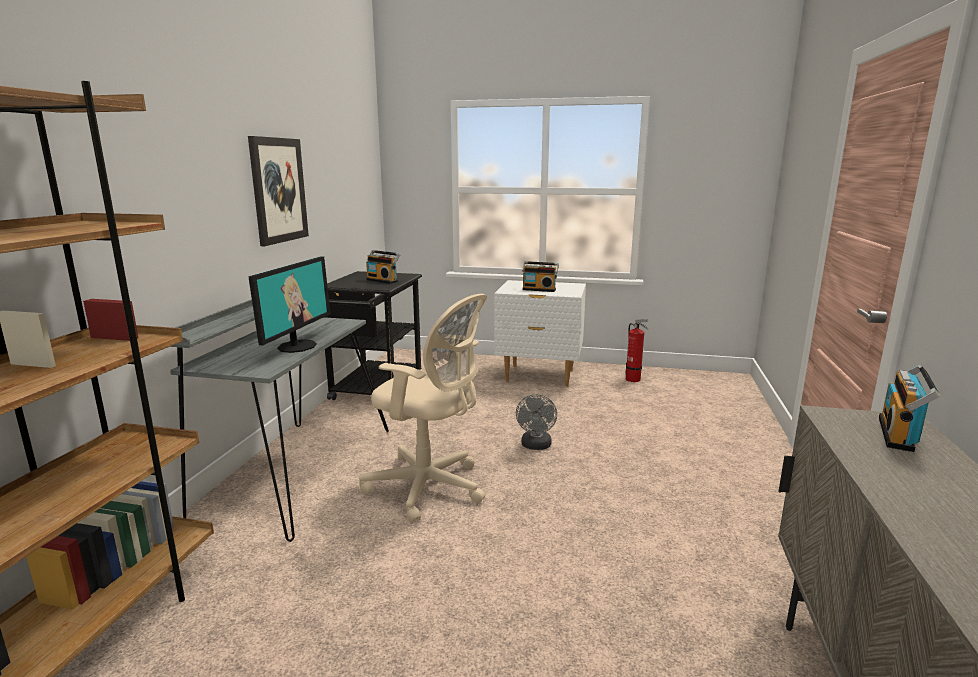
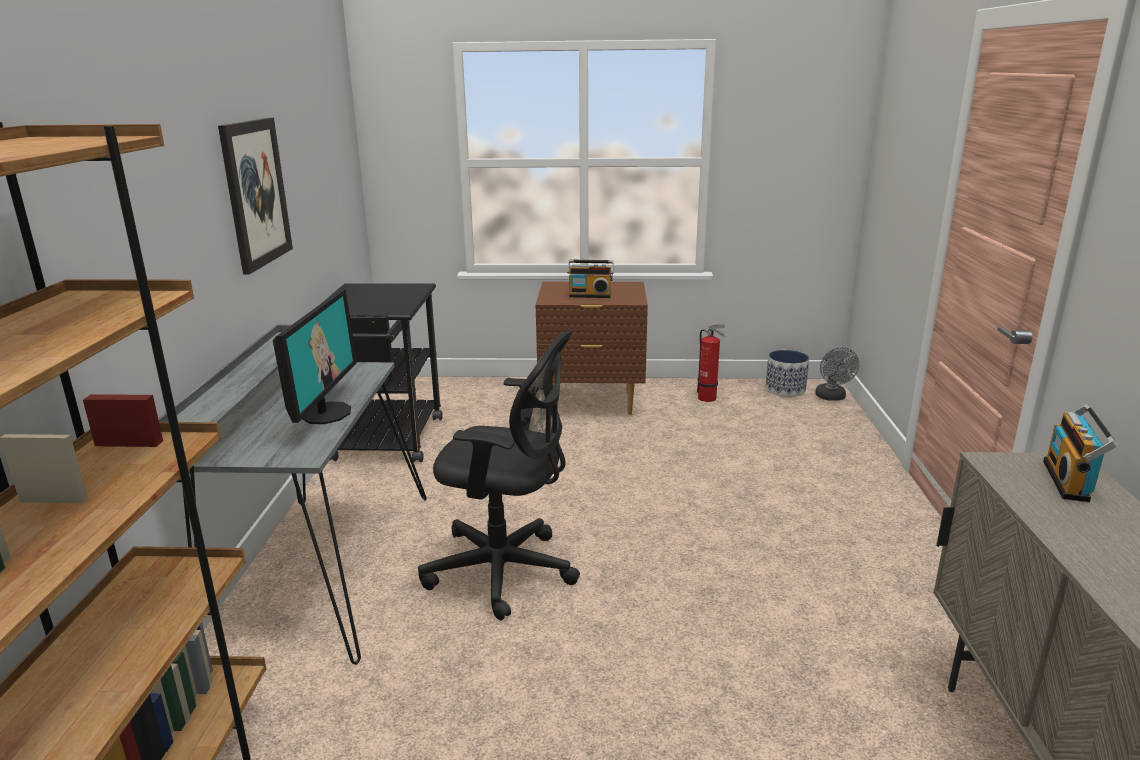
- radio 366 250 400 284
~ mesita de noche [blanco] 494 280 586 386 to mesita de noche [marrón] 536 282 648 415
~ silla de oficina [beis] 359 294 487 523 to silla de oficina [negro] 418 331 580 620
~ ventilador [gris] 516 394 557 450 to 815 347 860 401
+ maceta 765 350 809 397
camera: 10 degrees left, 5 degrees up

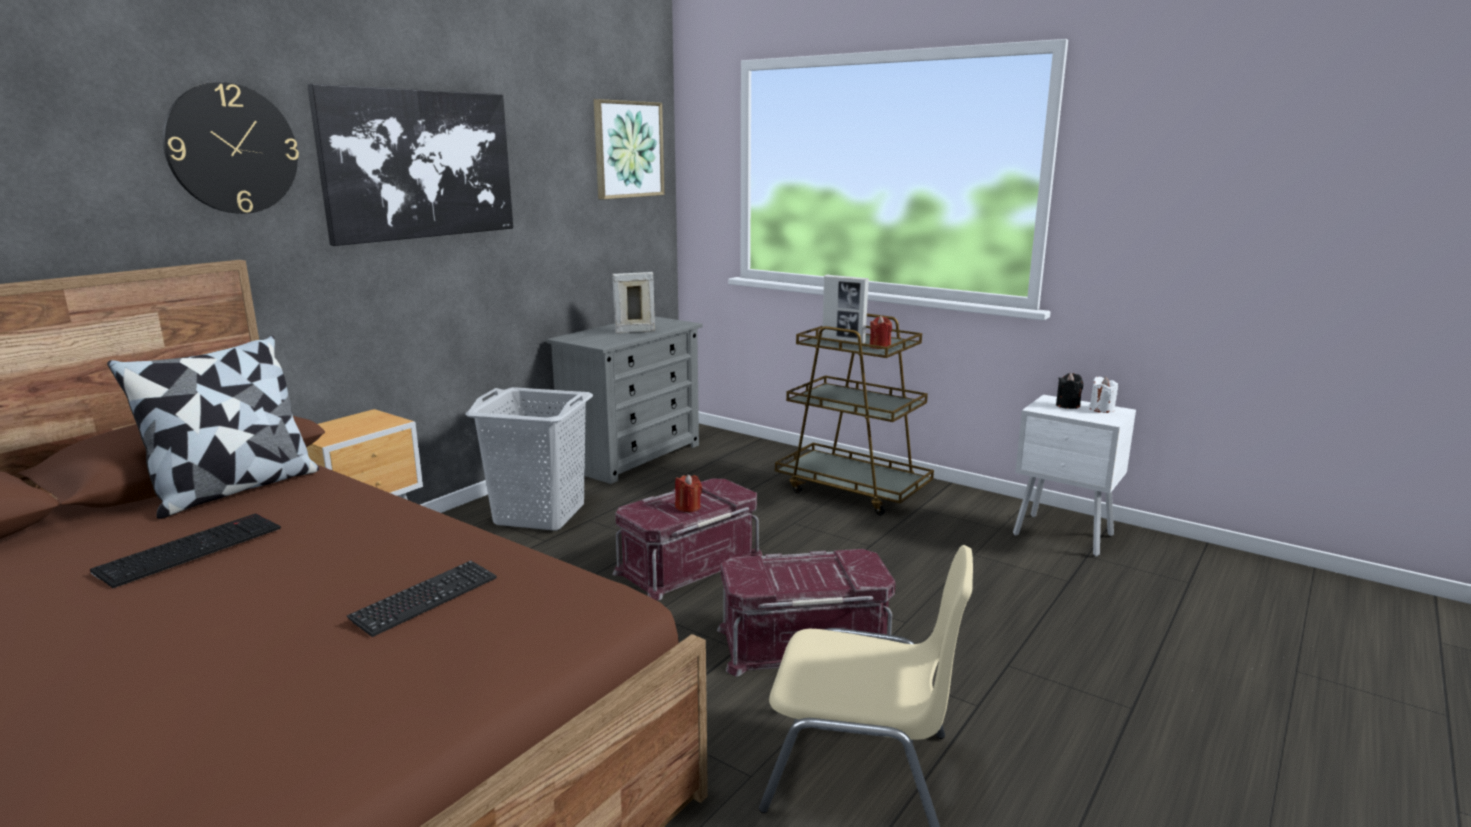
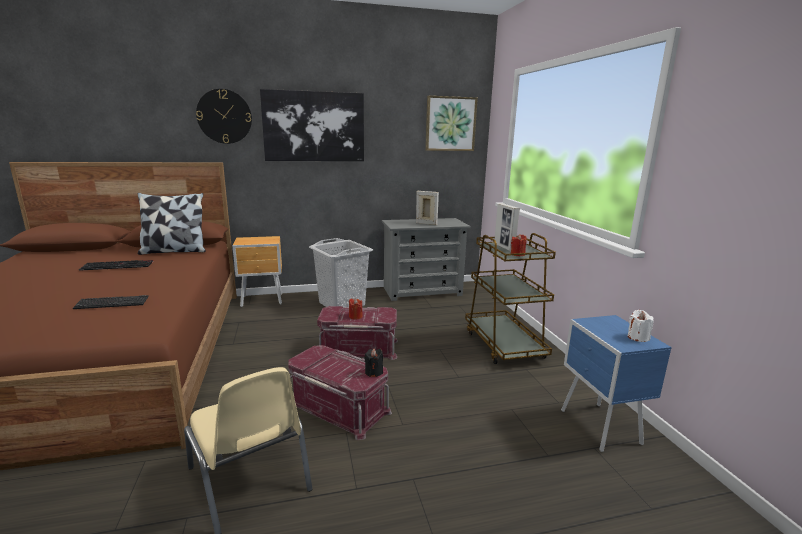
~ vela [negro] 1056 373 1083 409 to 364 348 383 377
~ mesita de noche [blanco] 1013 395 1136 557 to mesita de noche [azul] 561 315 672 452
camera: 40 degrees right, 0 degrees up

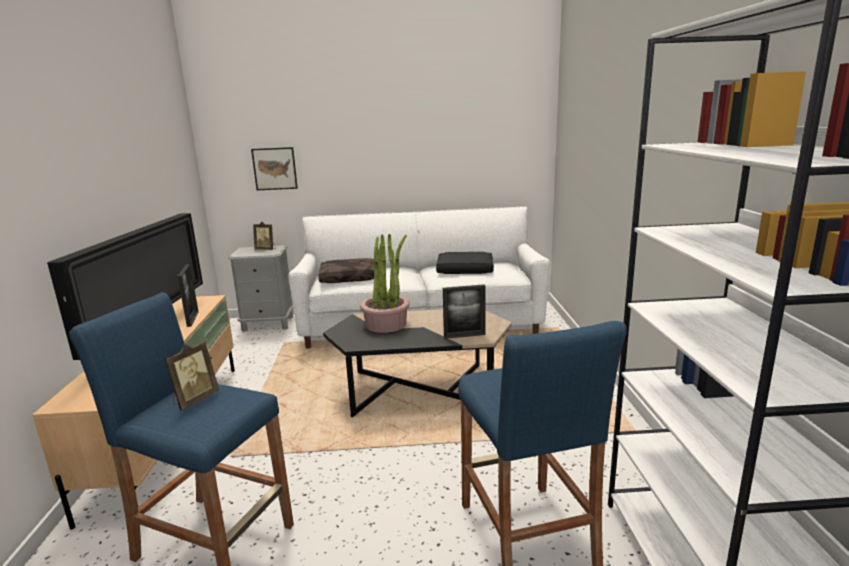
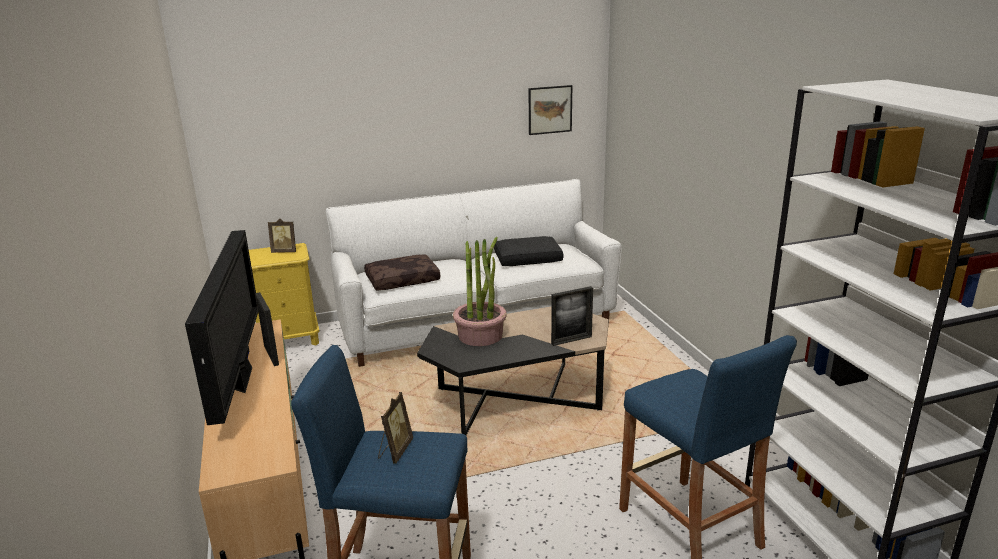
~ cuadro 251 147 298 190 to 528 85 572 135
~ mesita de noche [gris] 228 245 293 332 to mesita de noche [amarillo] 249 243 320 345
camera: 15 degrees left, 5 degrees up

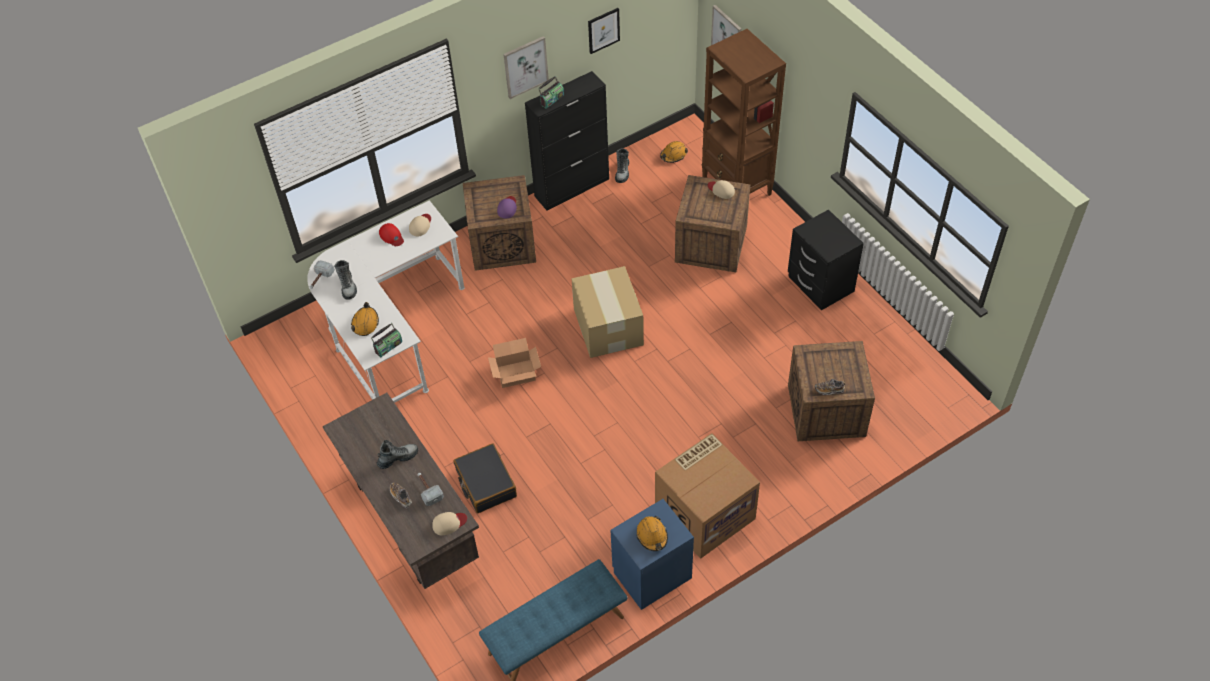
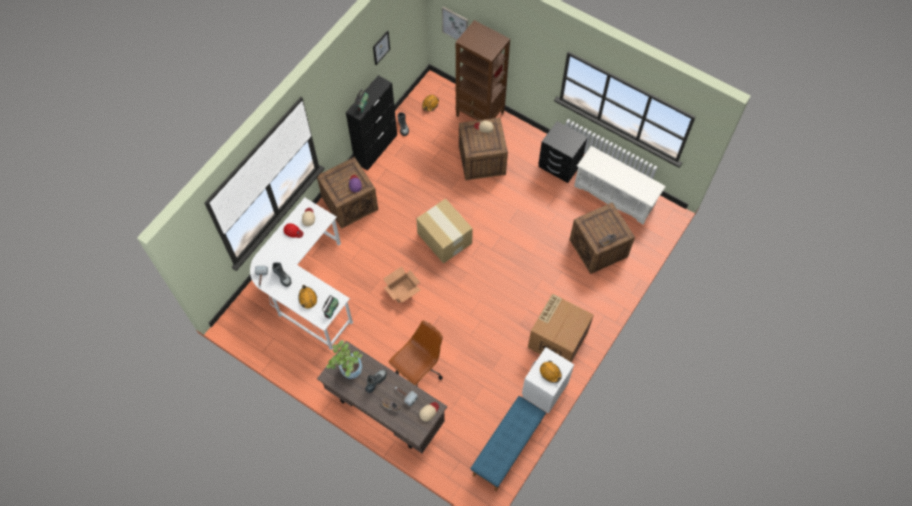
- cuadro 503 36 549 99
~ maleta [negro] 454 443 517 513 to silla de oficina [marrón] 389 320 443 386
~ mesita de noche [azul] 610 499 694 610 to mesita de noche [blanco] 522 347 574 414
+ zapatero [blanco] 574 146 666 225
+ planta en maceta 326 340 362 379
camera: 25 degrees left, 10 degrees up

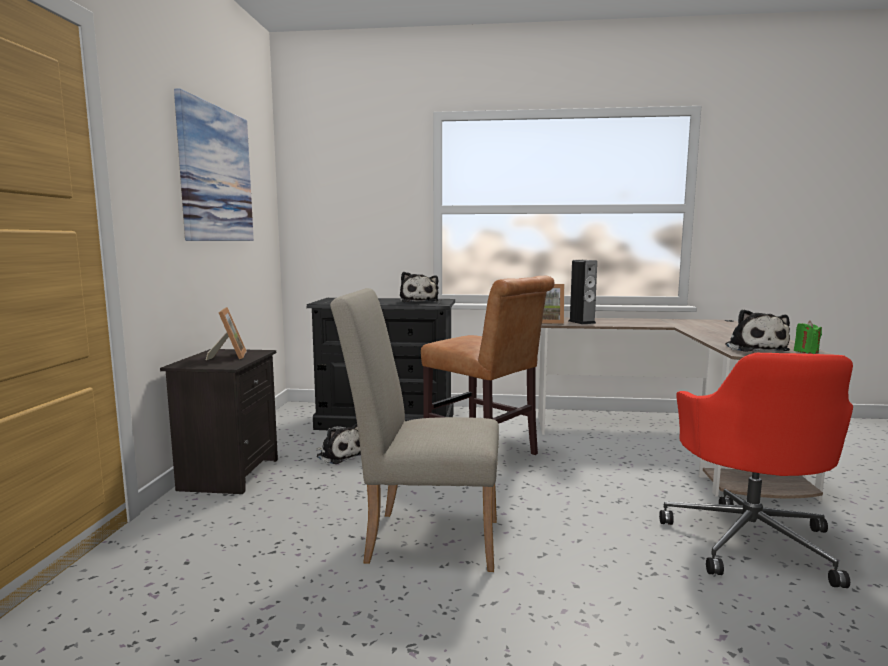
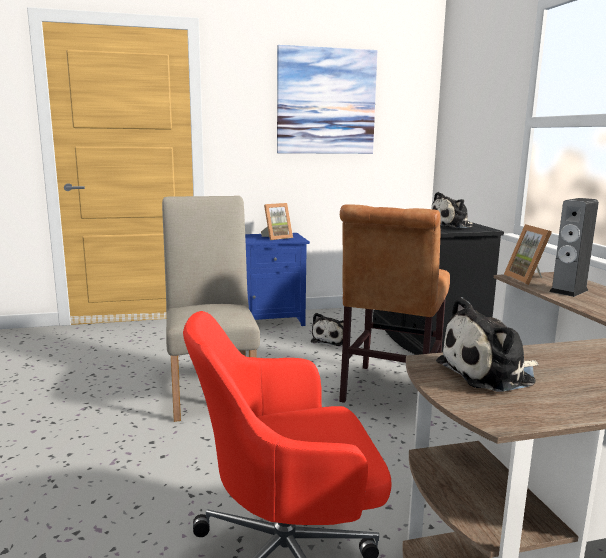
- vela [verde] 794 321 822 354
~ mesita de noche [negro] 160 349 278 494 to mesita de noche [azul] 245 233 310 326
camera: 70 degrees right, 5 degrees up

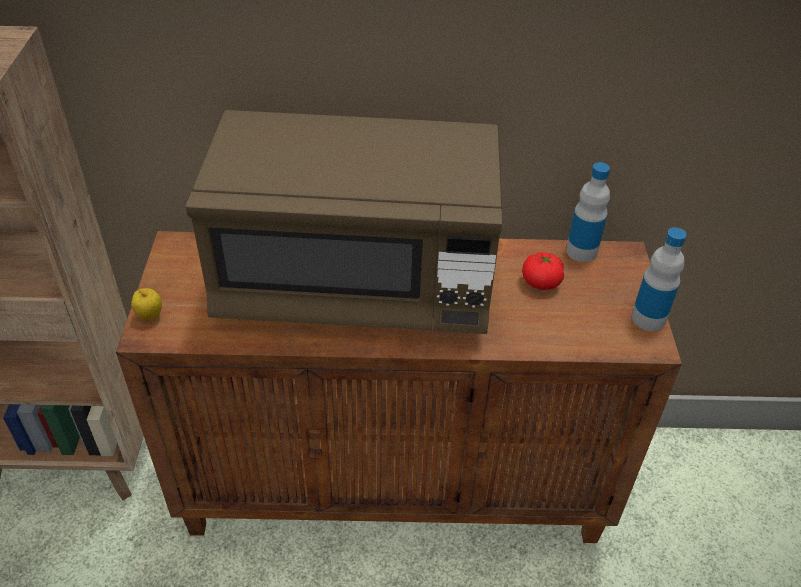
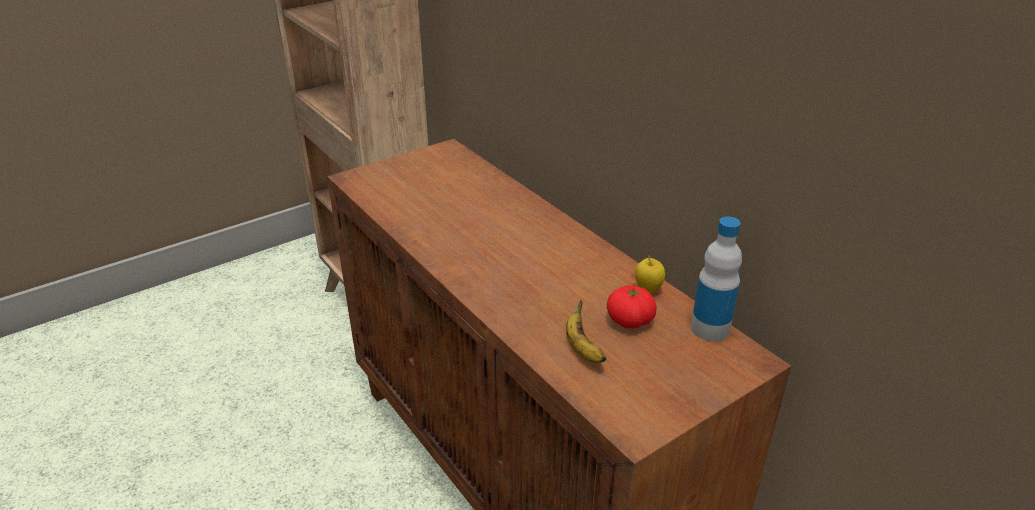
- microondas [marrón] 185 110 502 334
- botella 631 227 687 331
~ manzana 131 288 162 320 to 635 256 665 293
+ plátano 566 300 607 363
camera: 55 degrees right, 10 degrees down

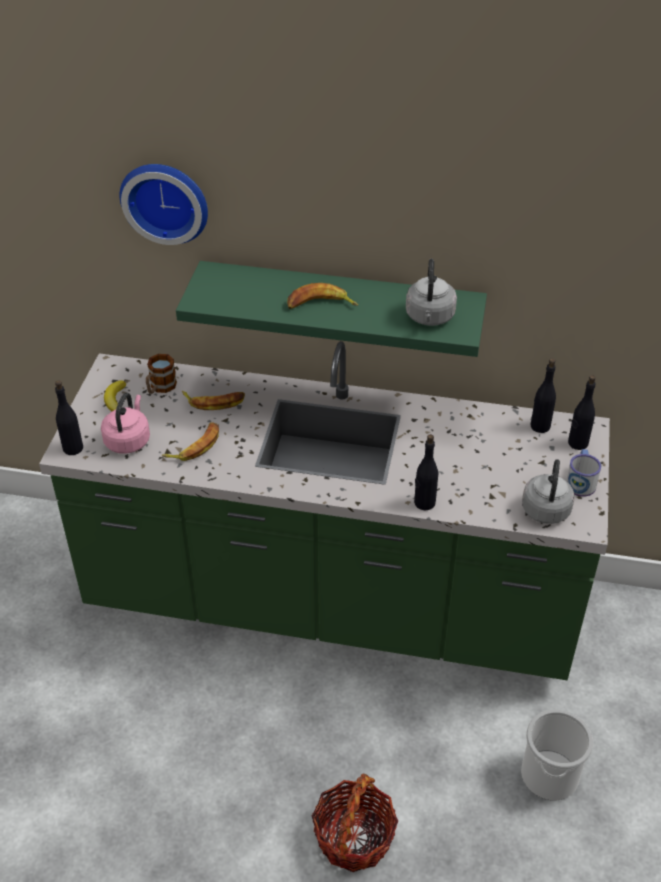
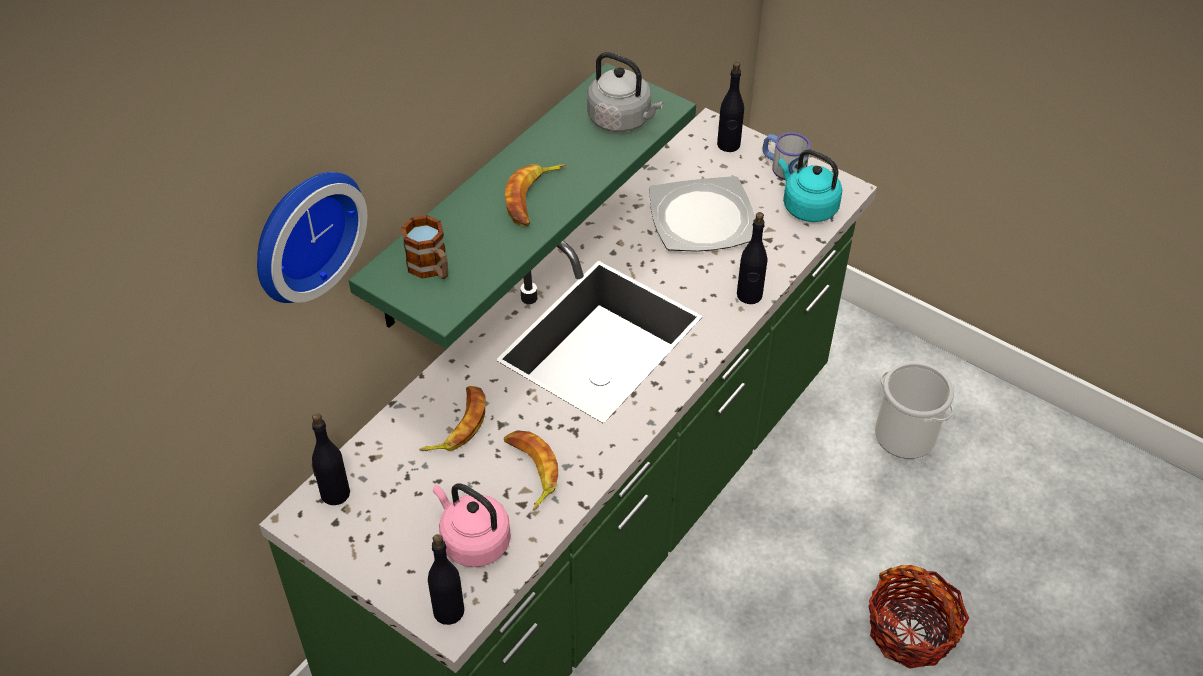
~ taza grande 146 354 177 394 to 401 215 448 279
~ botella [negro] 531 359 556 433 to 312 413 350 505
- plátano 104 380 126 411
~ hervidor [gris] 522 459 575 524 to hervidor [turquesa] 778 149 842 222
+ plato 649 176 756 252
camera: 65 degrees left, 5 degrees up

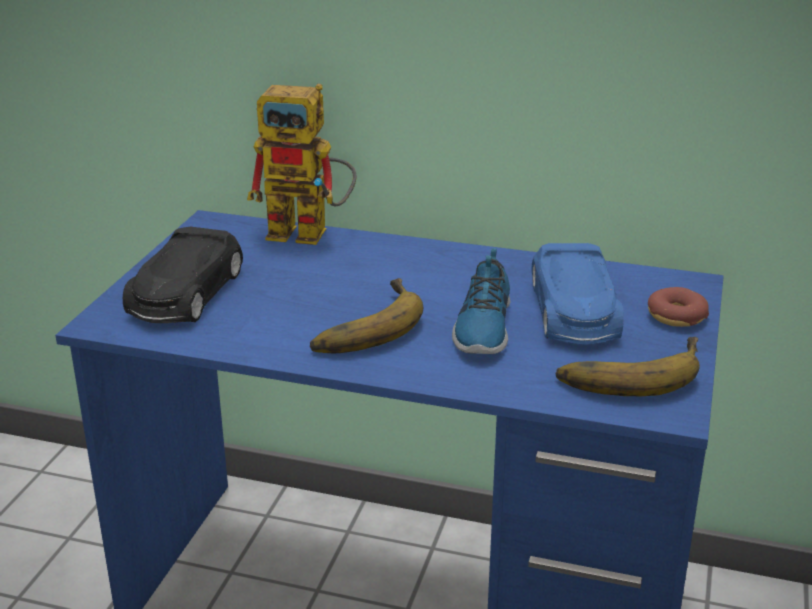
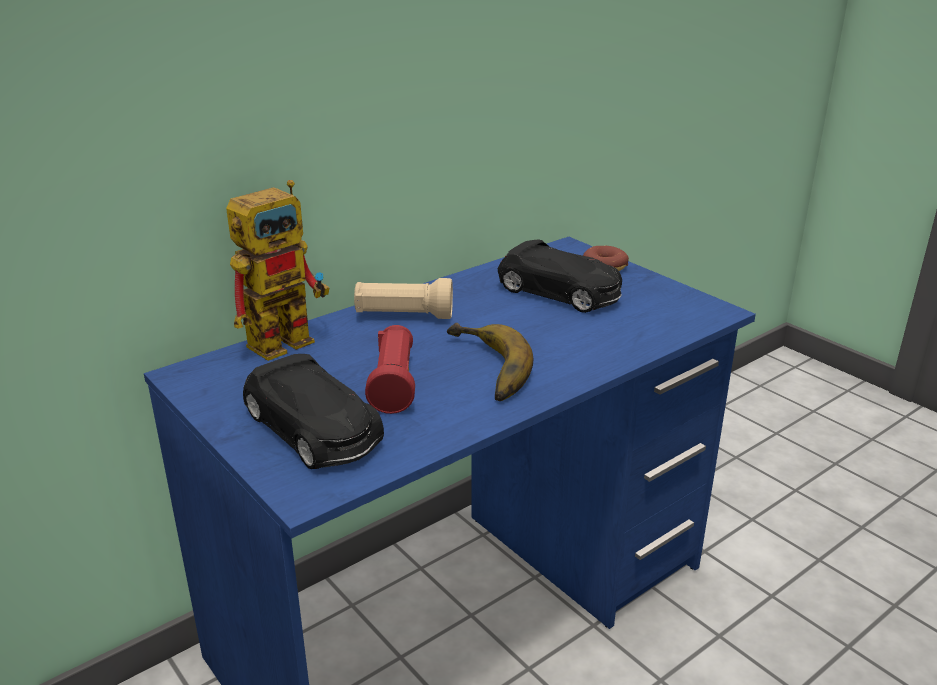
~ coche de juguete [azul] 531 243 624 344 to coche de juguete [negro] 498 239 622 313
- zapato 452 248 511 354
- plátano 555 337 700 396
+ linterna [beis] 354 278 453 319
+ linterna [rojo] 365 325 415 414
camera: 55 degrees left, 0 degrees up

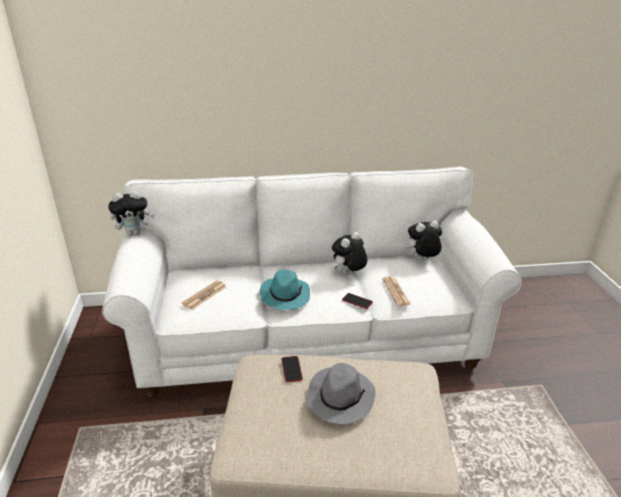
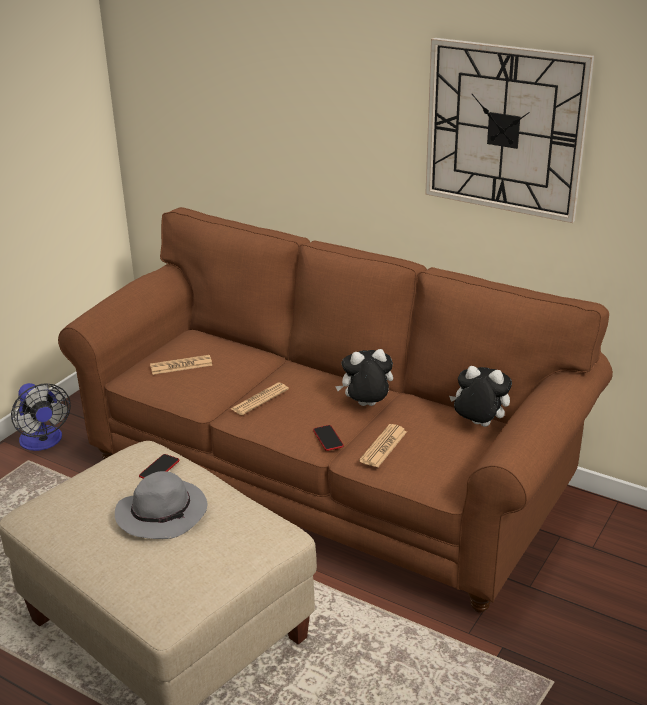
~ sofá [blanco] 102 167 522 398 to sofá [marrón] 58 207 613 613
- peluche 108 191 155 236
~ sombrero [turquesa] 260 269 310 310 to periódico 231 383 289 415
+ reloj de pared 425 38 594 223
+ ventilador 11 383 71 451
camera: 40 degrees right, 0 degrees up

